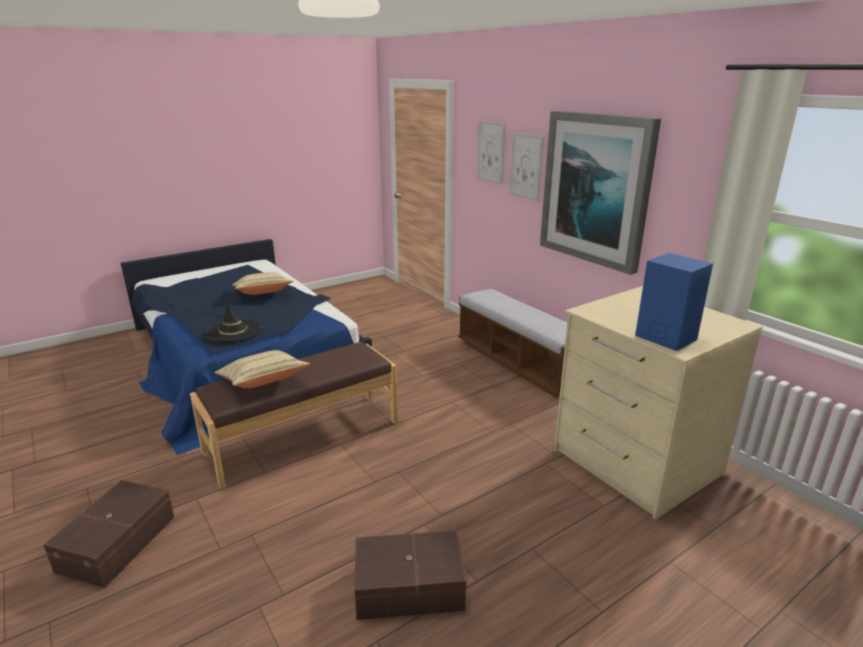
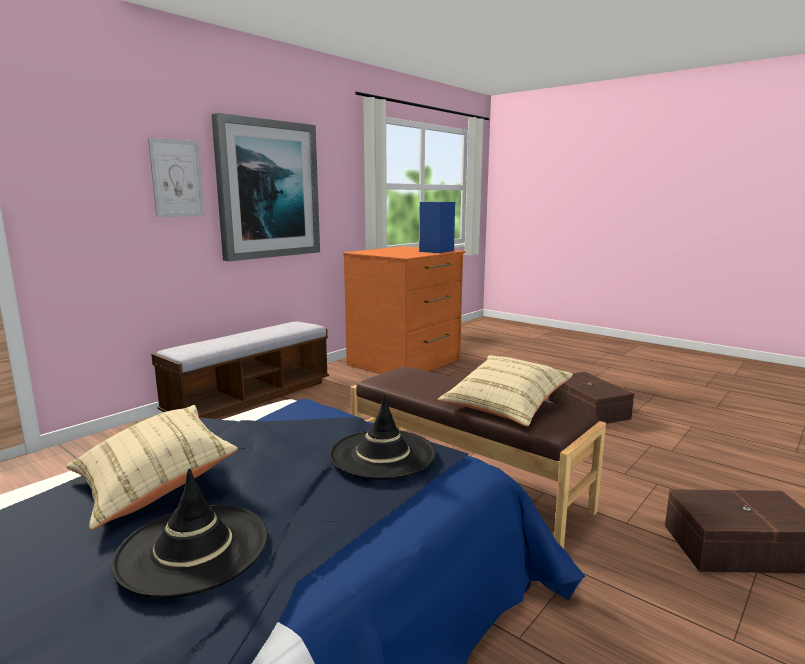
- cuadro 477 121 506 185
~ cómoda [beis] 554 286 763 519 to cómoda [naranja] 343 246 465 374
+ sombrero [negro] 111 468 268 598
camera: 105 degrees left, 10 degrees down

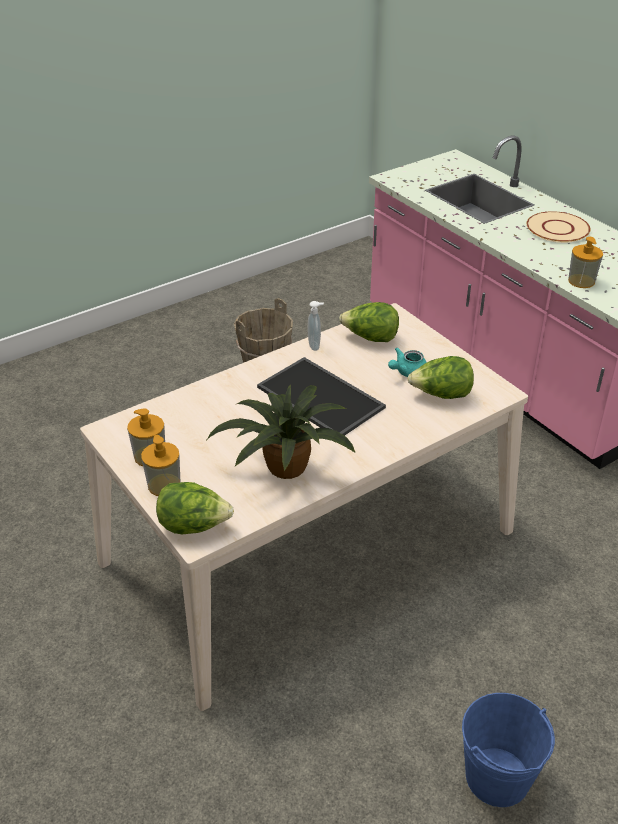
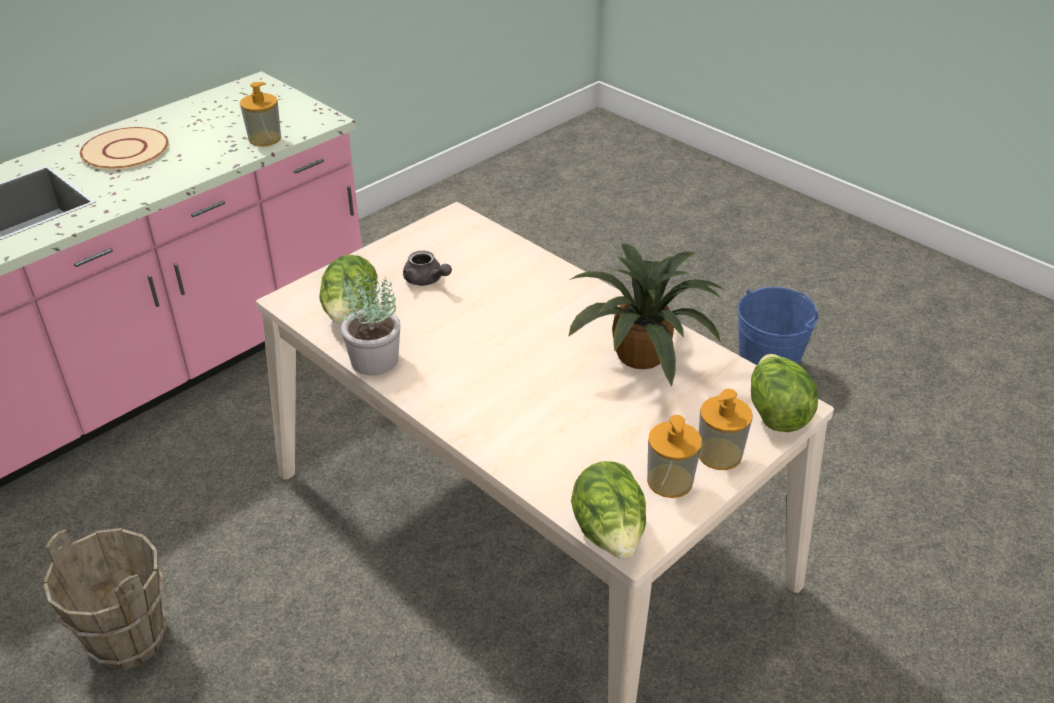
~ dispensador de jabón 308 301 324 351 to planta en maceta 341 269 400 375
~ tetera [turquesa] 388 348 427 377 to tetera [gris] 403 250 452 286
~ lechuga 408 356 474 399 to 571 461 646 559
- bandeja 257 357 386 436
camera: 100 degrees left, 0 degrees up

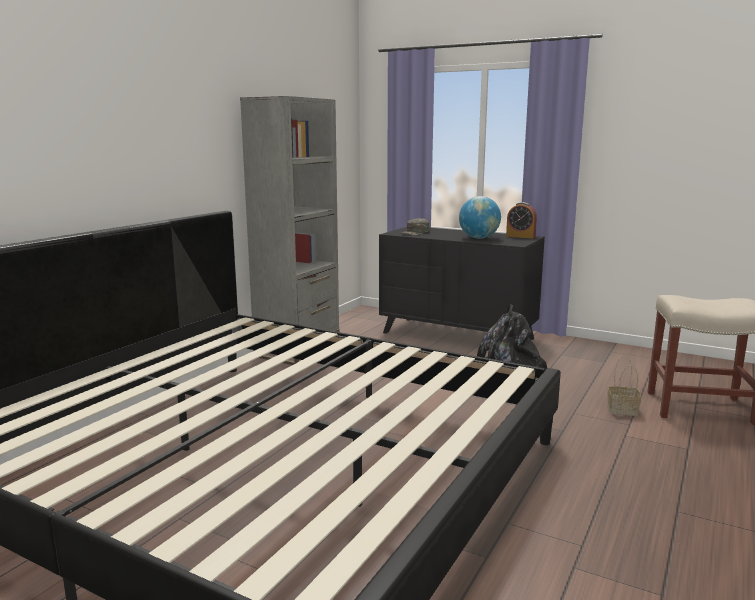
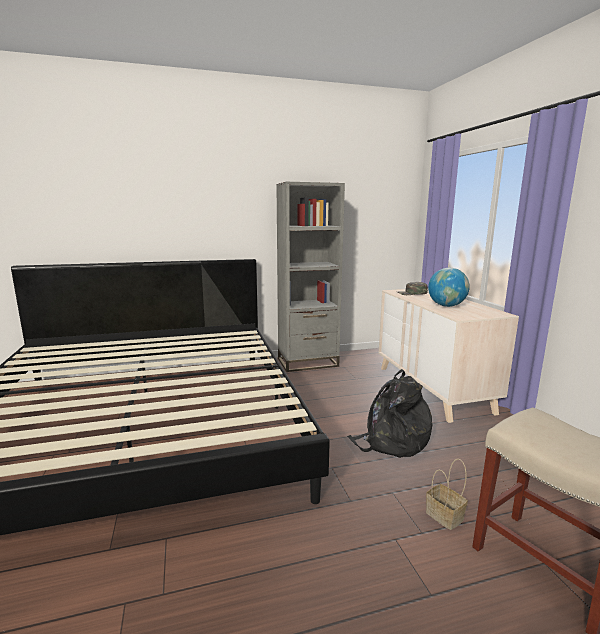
- despertador 506 202 537 239
~ cómoda [negro] 379 227 545 340 to cómoda [beis] 379 289 519 423
camera: 45 degrees right, 0 degrees up

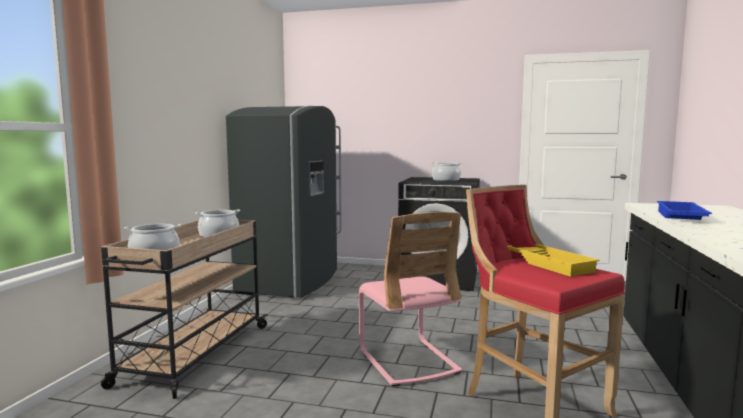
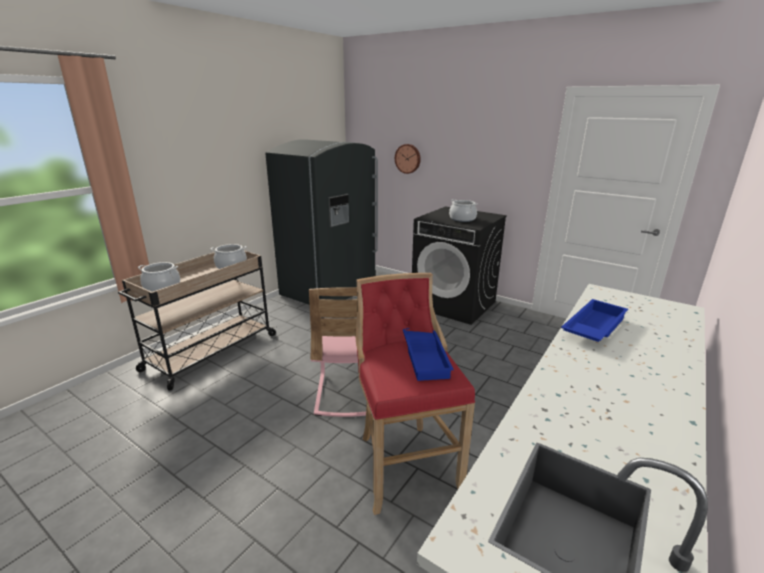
~ bandeja [amarillo] 507 244 600 277 to bandeja [azul] 403 328 453 381
+ reloj de pared 395 144 421 174
camera: 20 degrees right, 15 degrees up

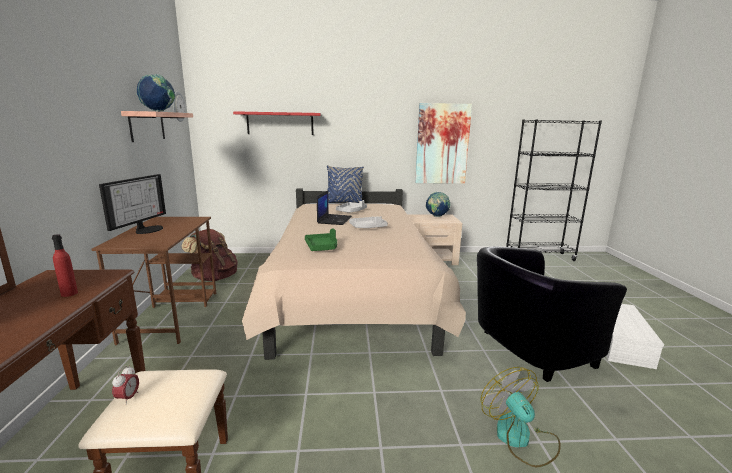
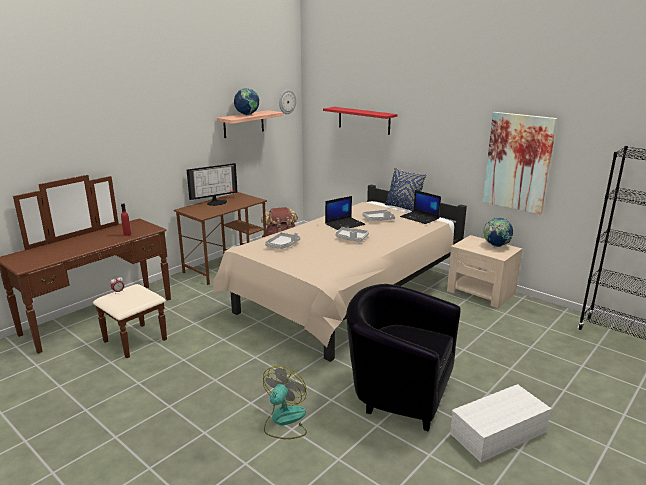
~ bandeja [verde] 305 229 337 251 to bandeja [gris] 265 232 300 249
+ portátil 400 190 441 224
camera: 45 degrees right, 5 degrees up

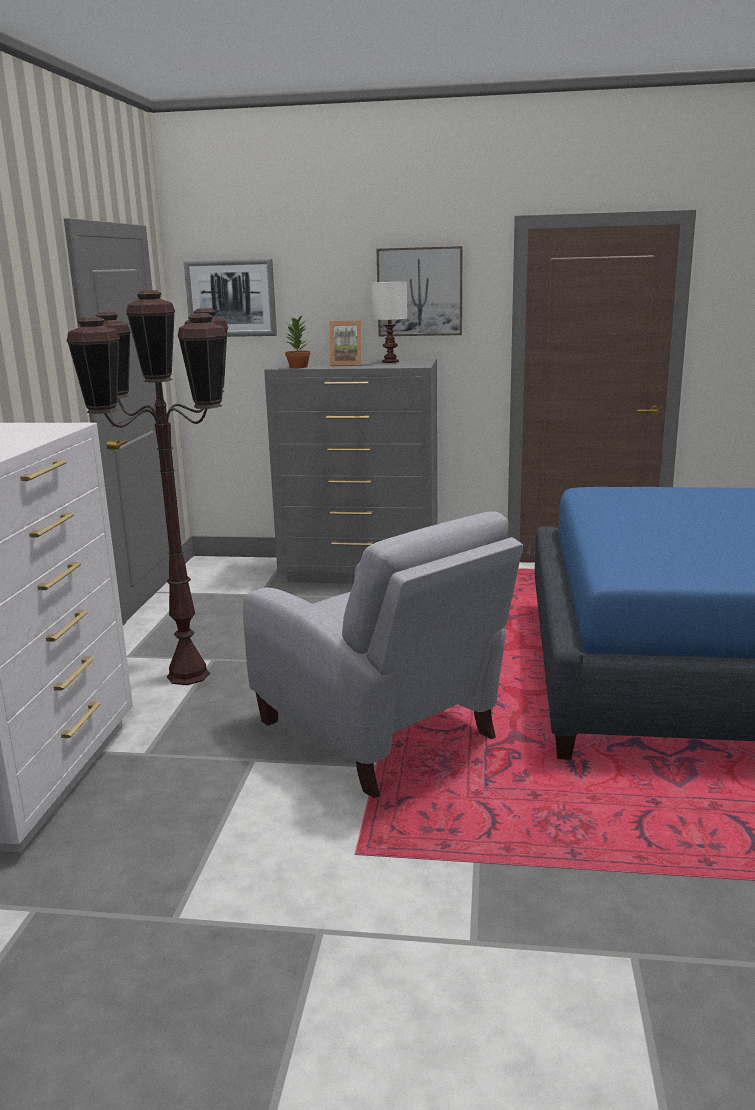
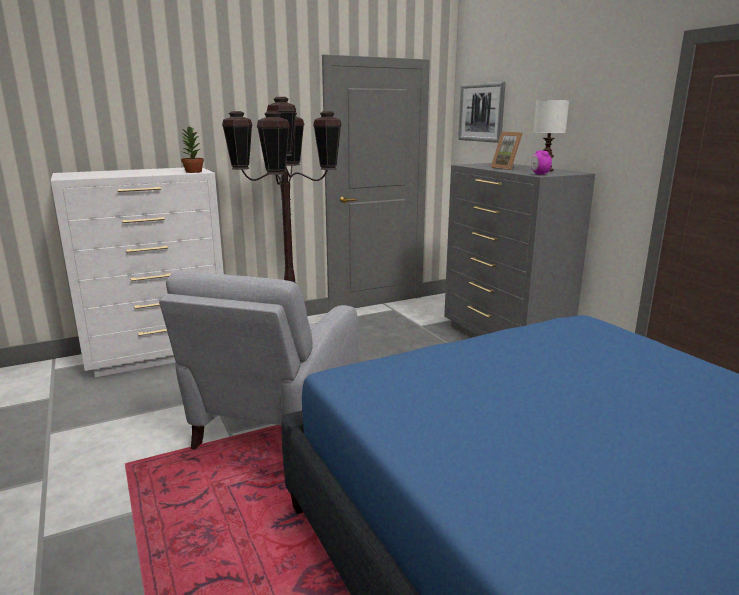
- cuadro 377 246 463 336
~ planta en maceta 284 315 310 368 to 180 126 204 173
+ despertador 531 150 552 175
camera: 55 degrees right, 0 degrees up

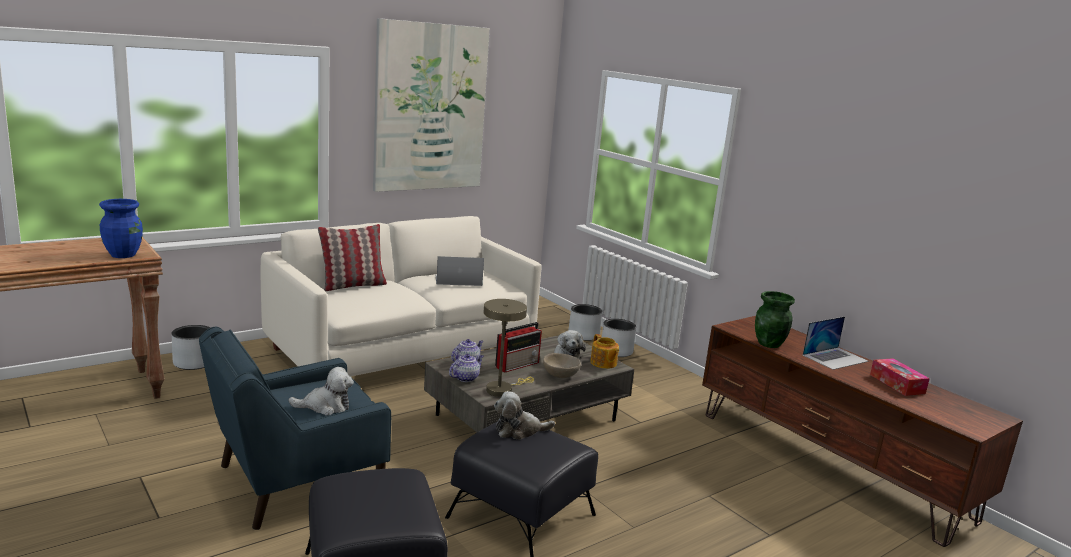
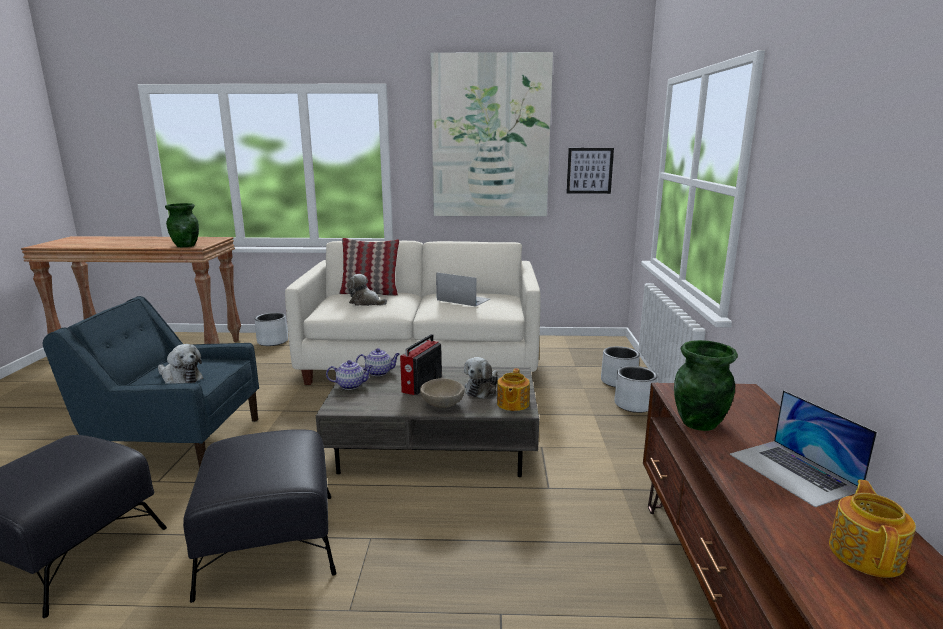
~ florero [azul] 99 199 143 258 to florero [verde] 165 203 199 247
- lámpara de mesa [beis] 484 299 534 397
~ portátil 803 316 869 370 = 730 390 877 508 60 degrees clockwise
~ radio 495 322 542 373 = 400 334 442 395 120 degrees clockwise
~ caja de pañuelos 870 358 930 396 to tetera 829 479 916 578
~ peluche 494 391 555 440 to 347 274 387 306
+ cuadro 566 148 614 194
camera: 40 degrees right, 0 degrees up

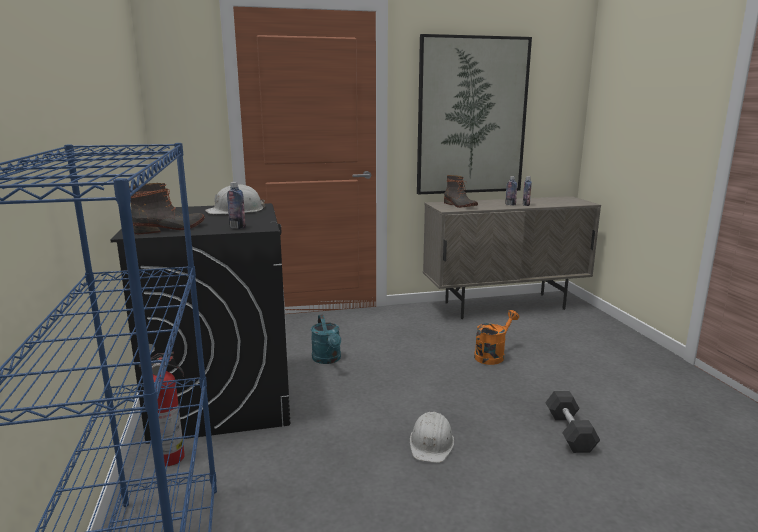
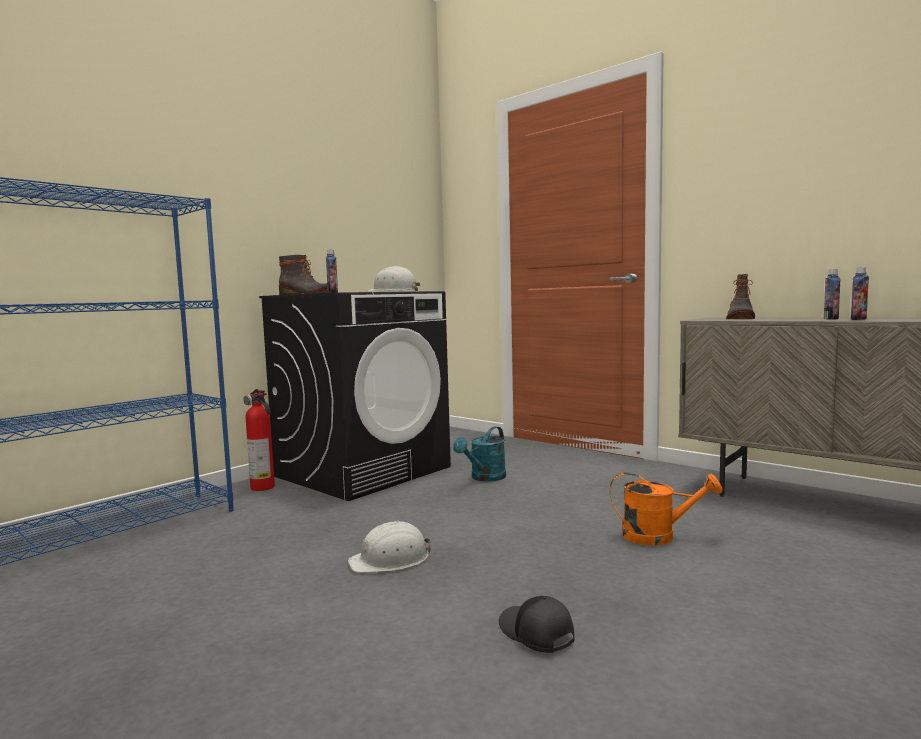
- cuadro 417 34 532 194
~ mancuerna [gris] 545 391 600 453 to gorra [negro] 499 596 575 653
camera: 55 degrees right, 10 degrees down

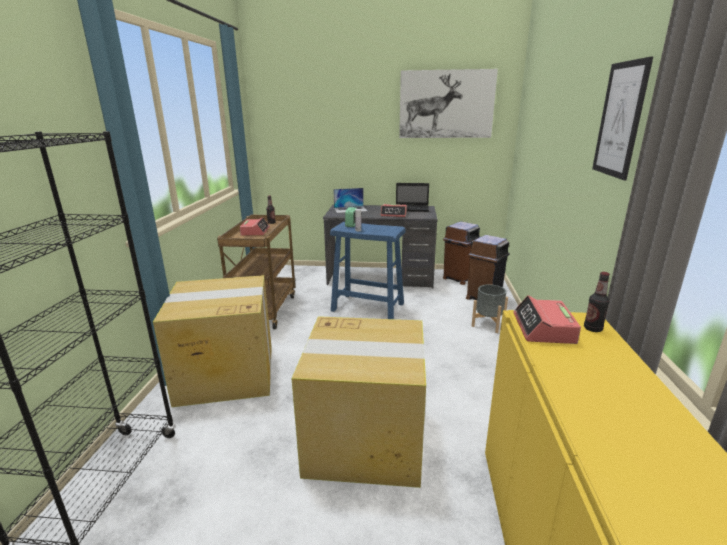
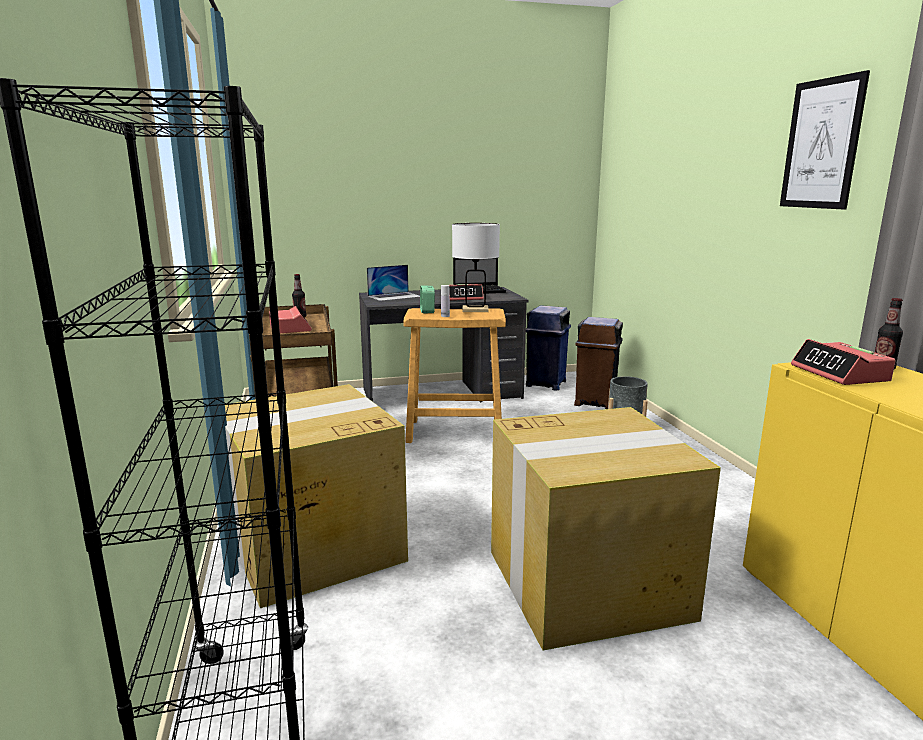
- cuadro 399 69 498 138
~ papelera [marrón] 443 221 480 285 to papelera [azul] 526 305 571 391
~ taburete [azul] 330 222 406 319 to taburete [beis] 404 308 506 443
+ lámpara de mesa [blanco] 452 223 500 312
camera: 20 degrees left, 5 degrees down

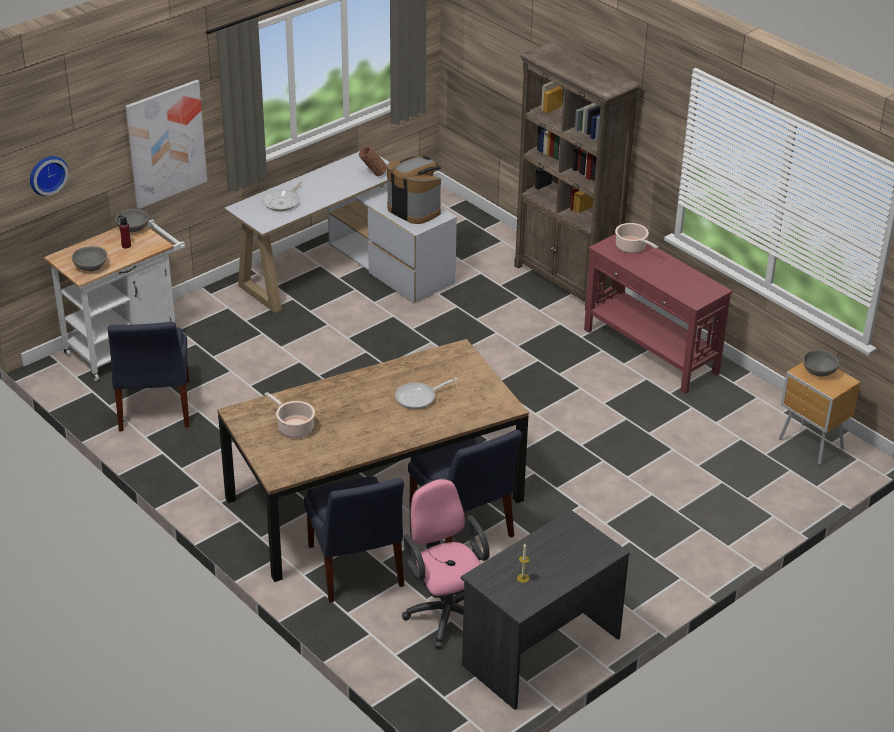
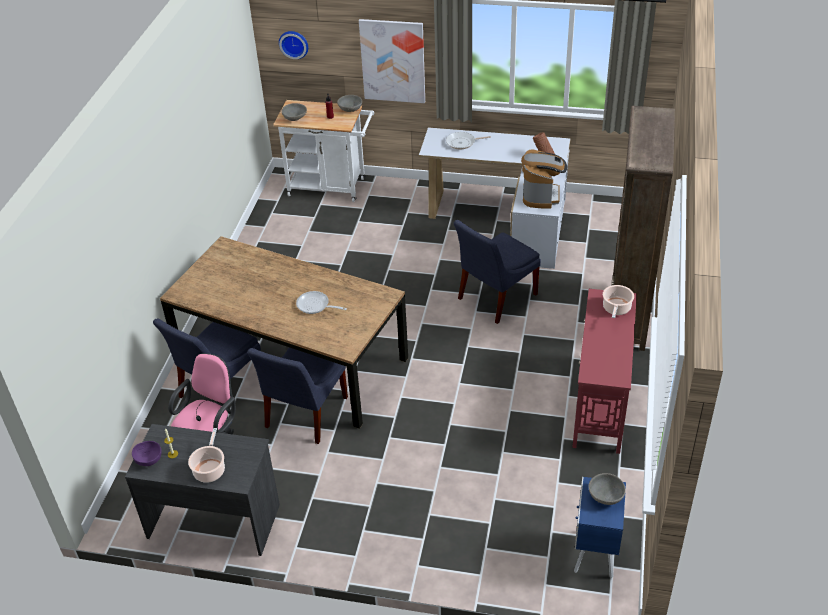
~ silla [azul] 107 322 189 431 to 454 220 541 324
~ mesita de noche [marrón] 779 362 860 465 to mesita de noche [azul] 574 477 626 578
~ olla 265 392 315 438 to 188 428 225 483
+ cuenco [morado] 132 441 162 466
camera: 55 degrees right, 5 degrees up

